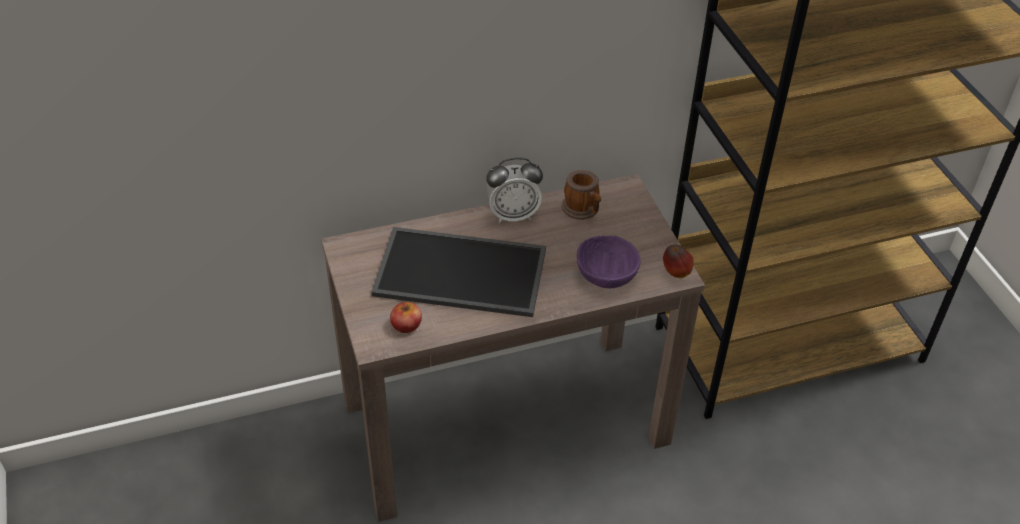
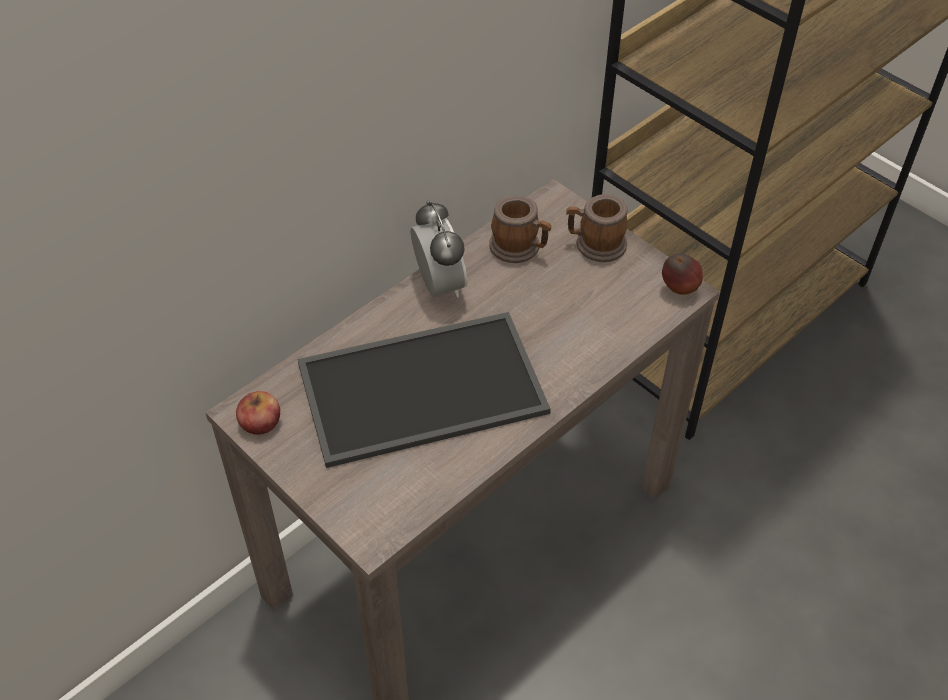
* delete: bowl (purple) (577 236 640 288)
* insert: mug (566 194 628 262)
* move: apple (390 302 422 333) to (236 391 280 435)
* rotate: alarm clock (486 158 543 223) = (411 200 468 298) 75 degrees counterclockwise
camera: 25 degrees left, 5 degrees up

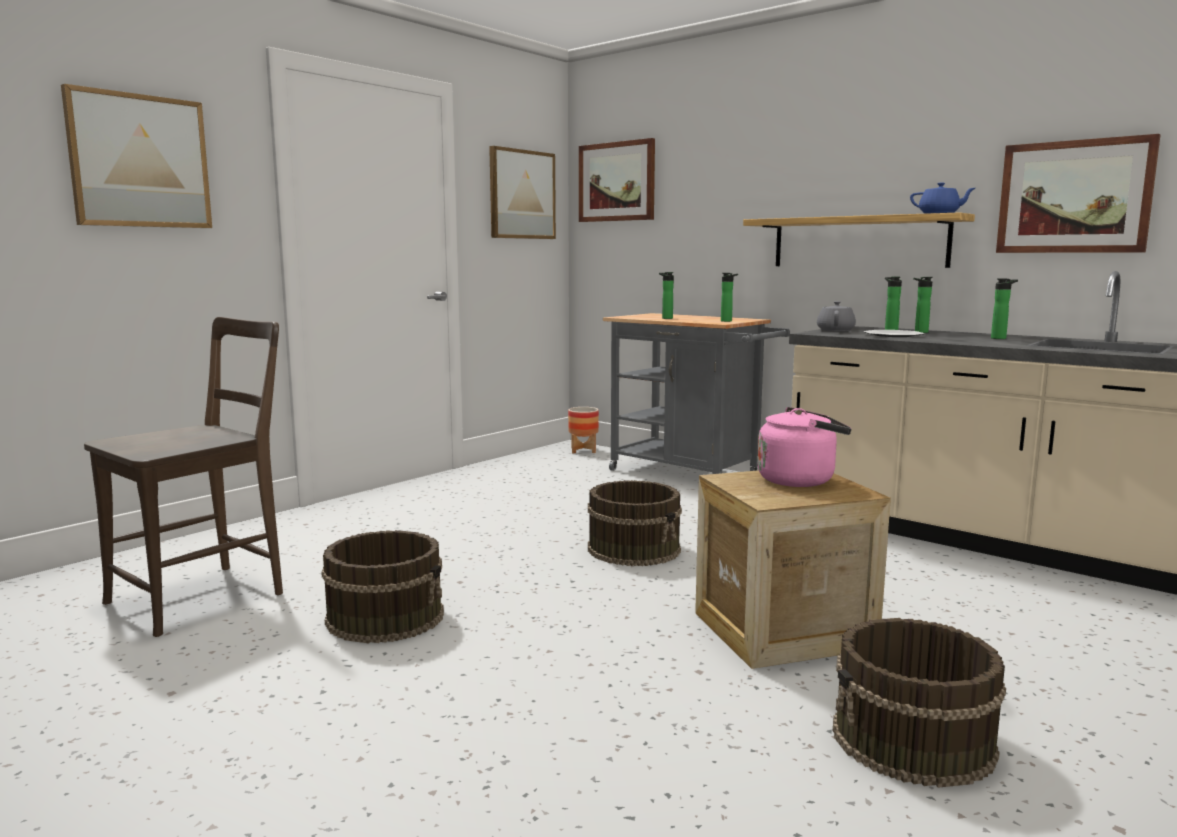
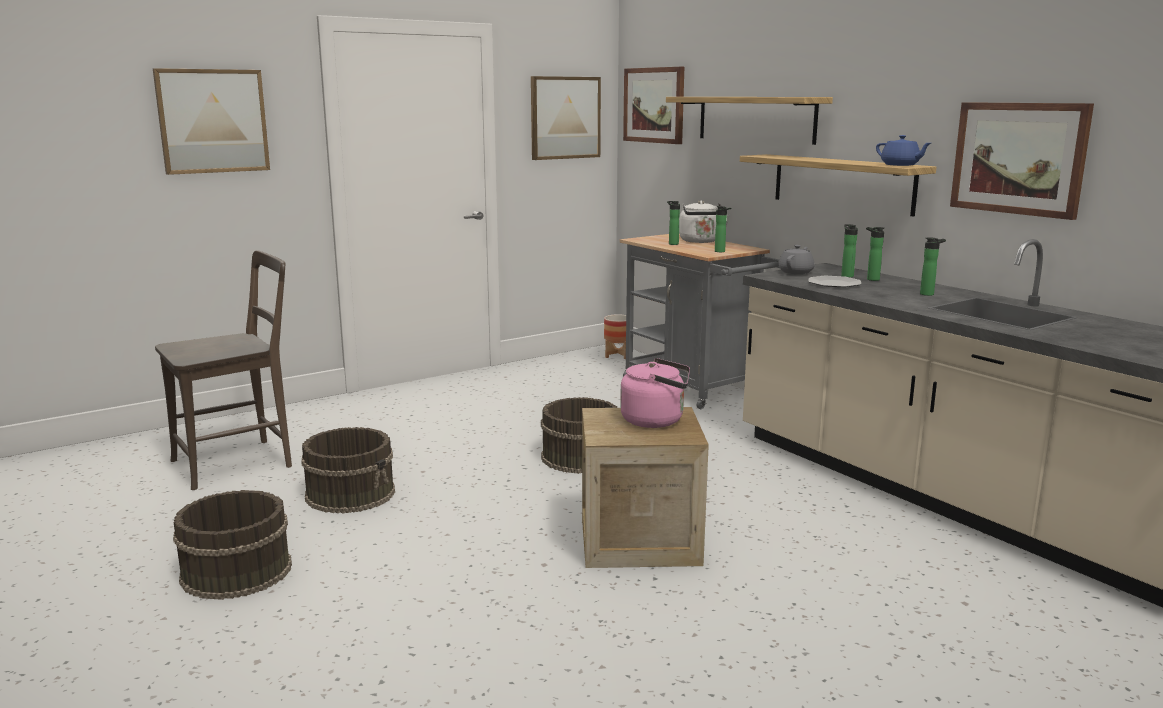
* insert: shelf (666 97 833 145)
* insert: kettle (white) (679 201 730 243)
* move: bucket (brown) (833 618 1006 788) to (173 490 292 600)
camera: 15 degrees right, 5 degrees up

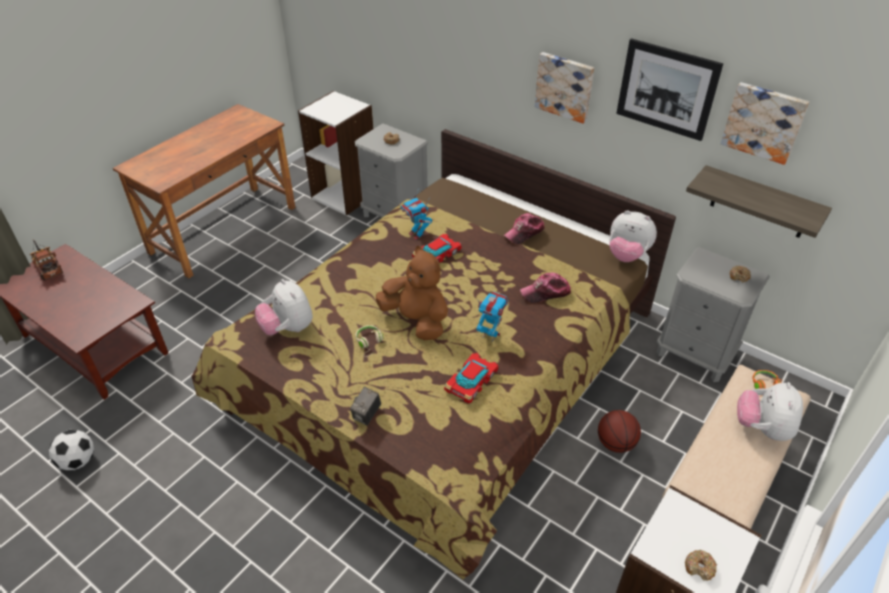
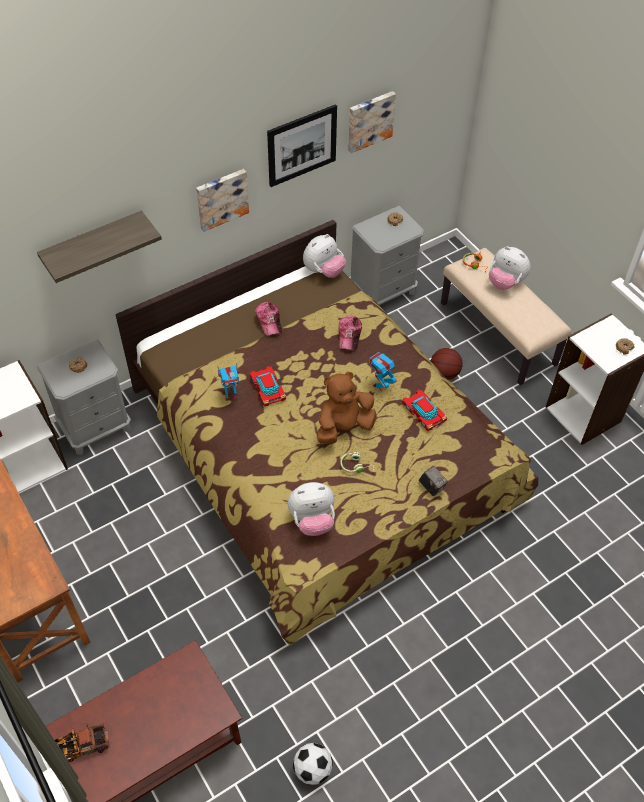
* move: shelf (686 165 832 238) to (37 210 162 283)
camera: 70 degrees left, 10 degrees up

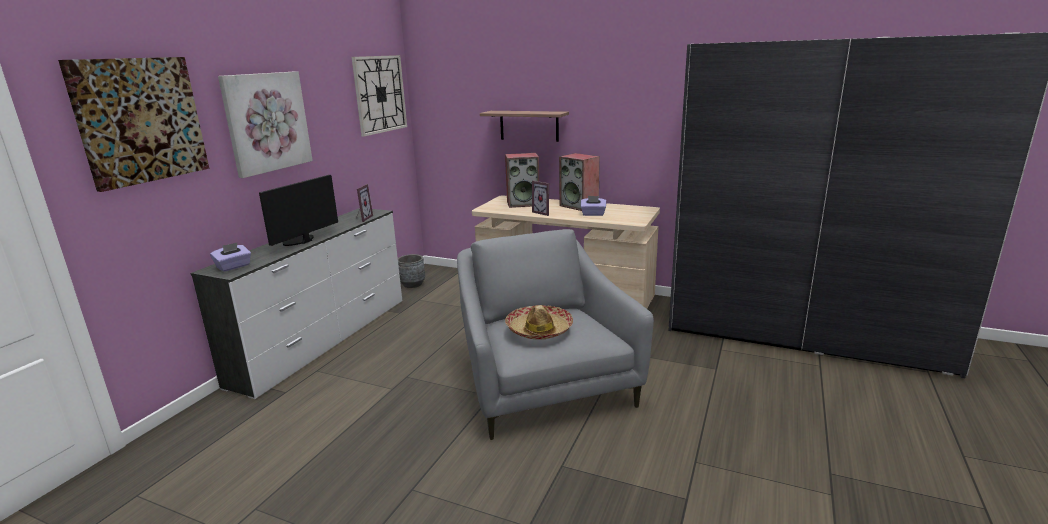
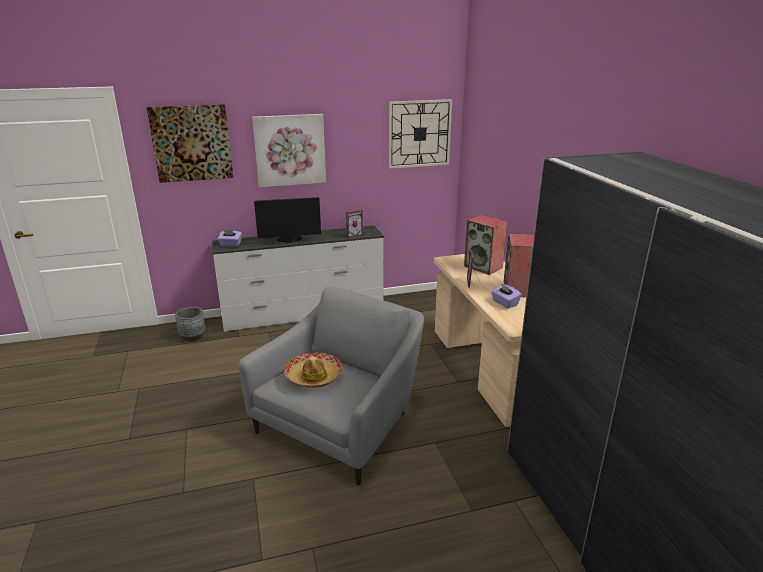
* delete: shelf (480 111 569 142)
* move: planter (grey) (398 254 425 288) to (175 307 206 341)
camera: 50 degrees right, 5 degrees up

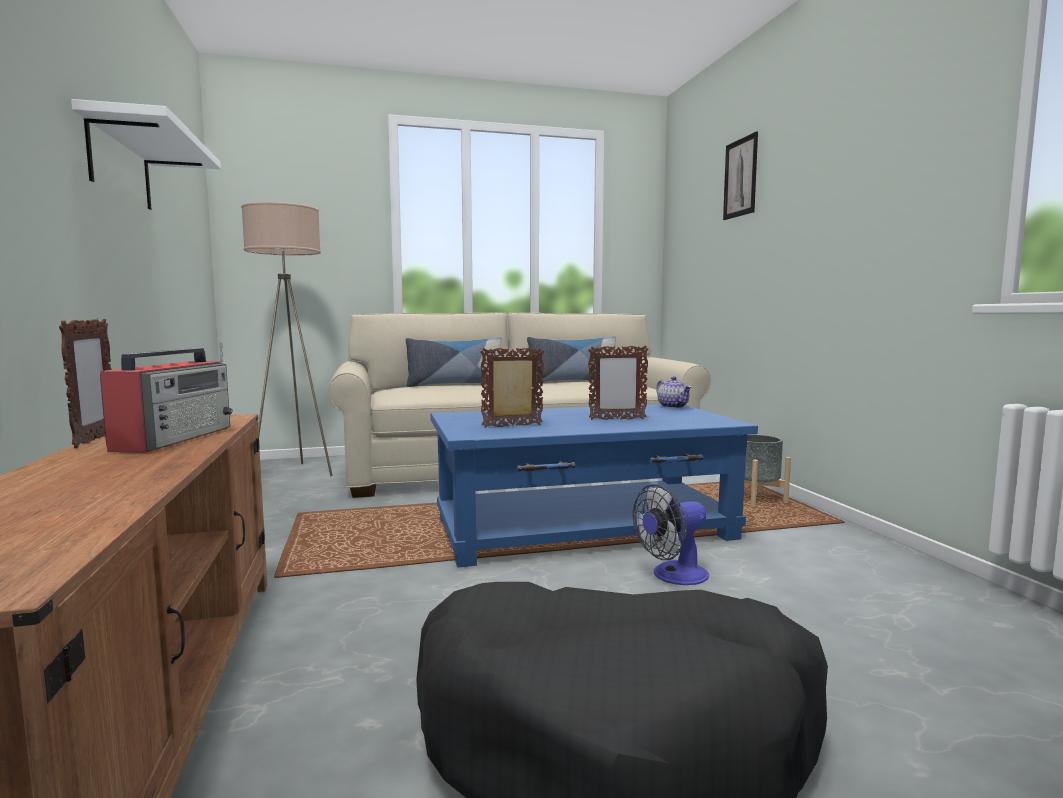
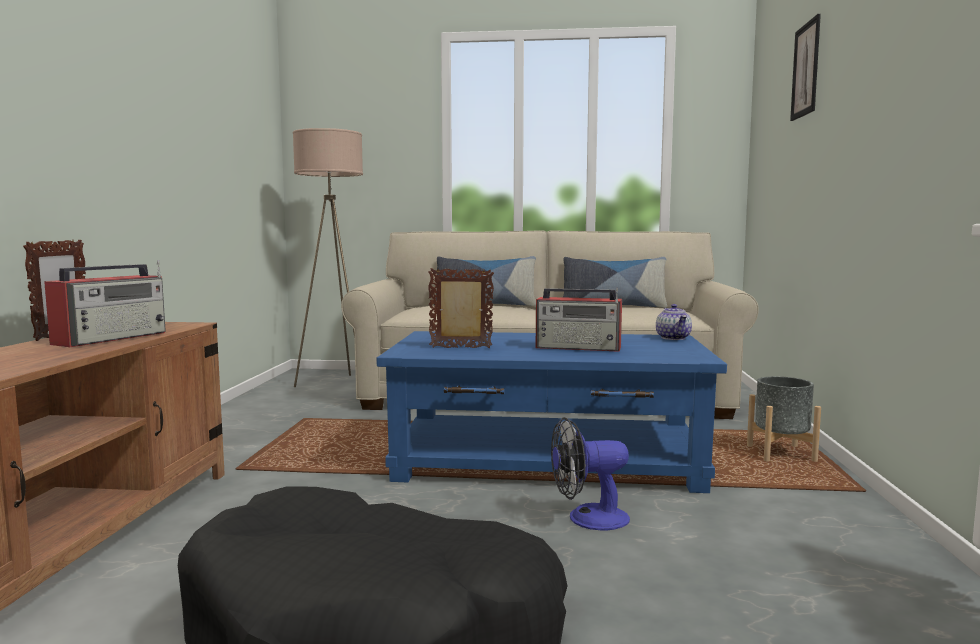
* delete: shelf (white) (71 99 221 210)
* replace: picture frame (588 345 648 420) to radio (536 287 622 352)
camera: 20 degrees right, 0 degrees up

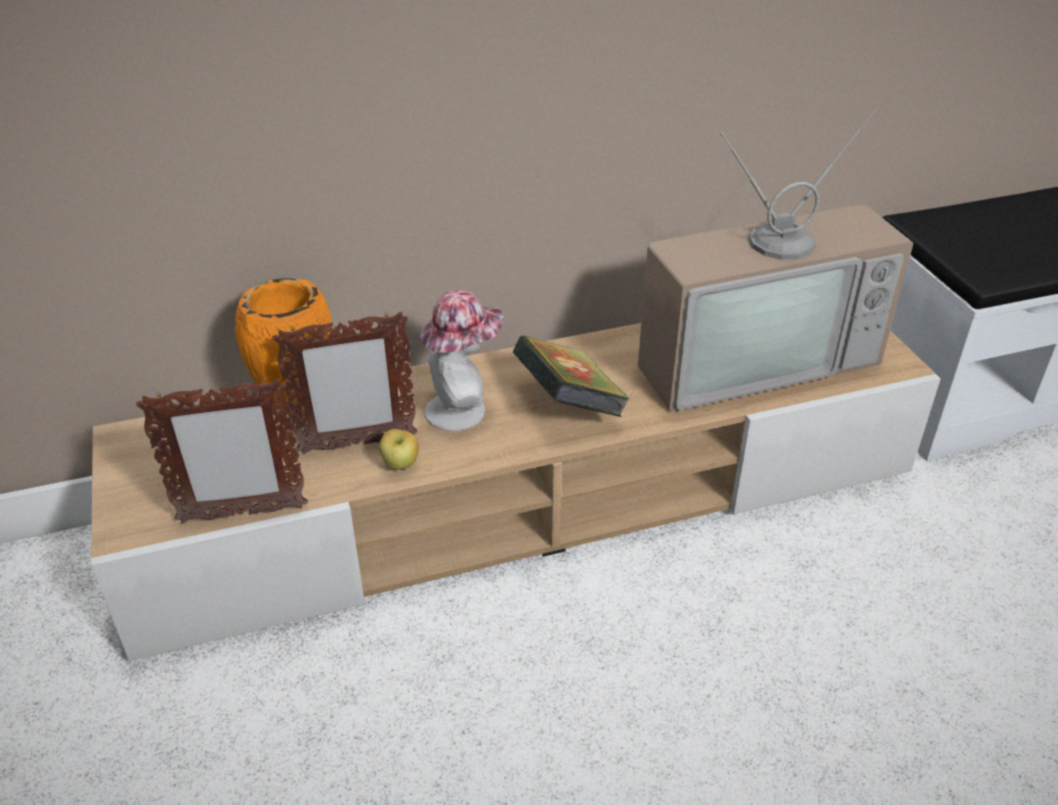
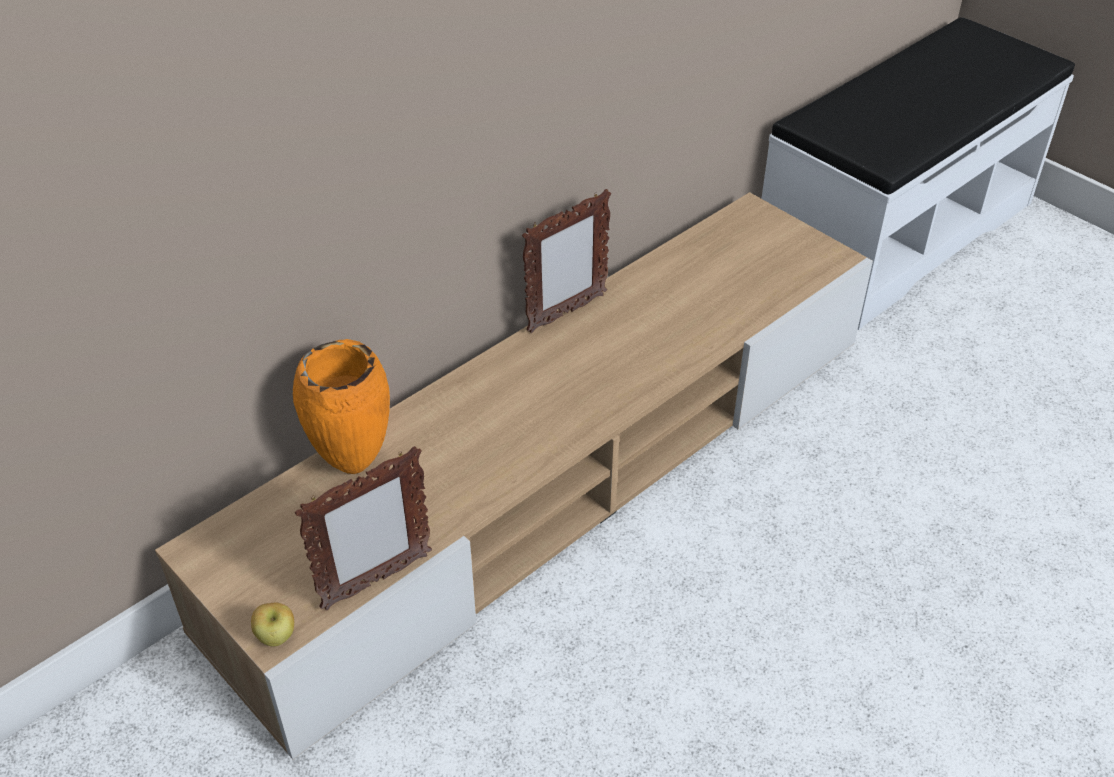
* delete: hat (420 290 504 431)
* delete: book (513 335 630 417)
* delete: television (638 108 914 412)
* move: picture frame (272 312 417 454) to (522 189 611 333)
* move: apple (379 429 419 470) to (251 603 294 647)
camera: 25 degrees left, 5 degrees up

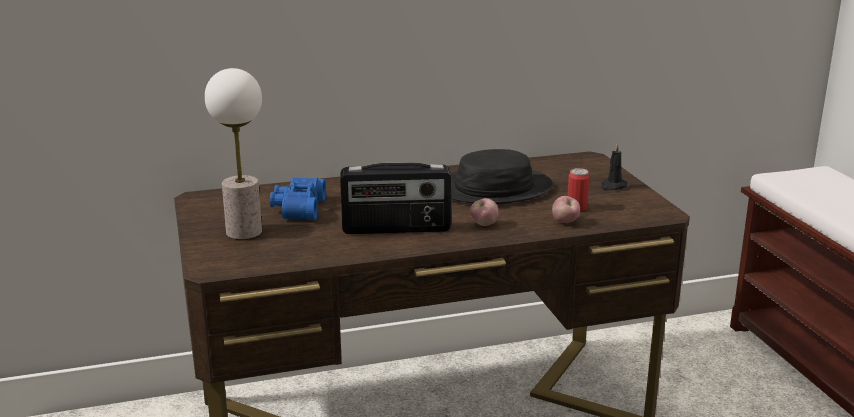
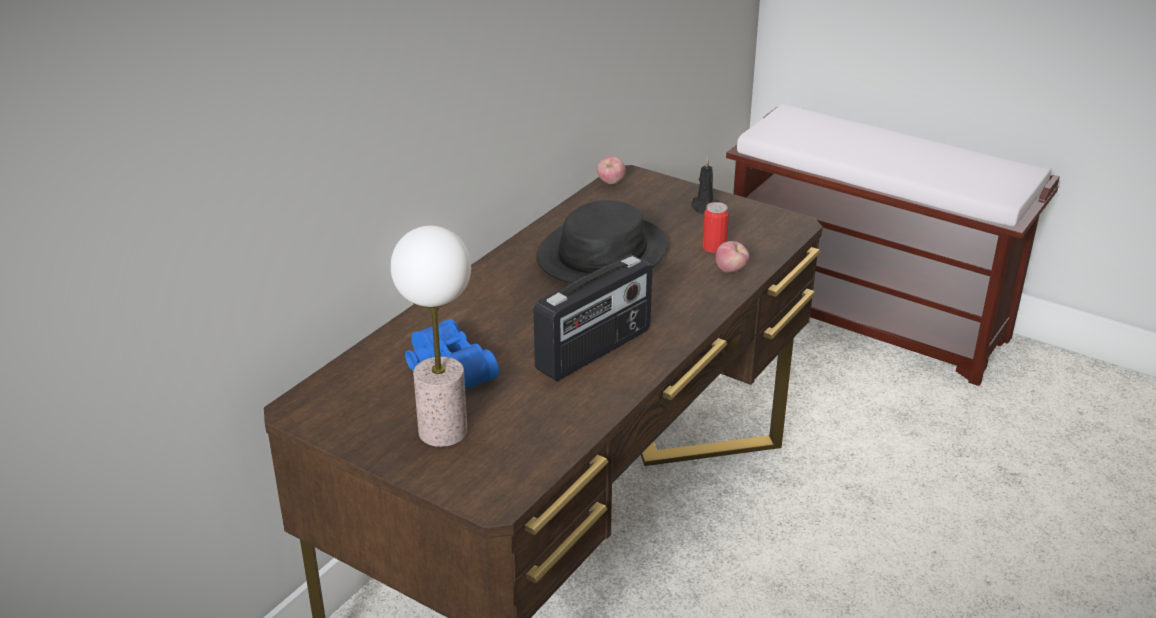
* move: apple (470 198 499 226) to (597 156 626 185)
camera: 40 degrees left, 10 degrees up

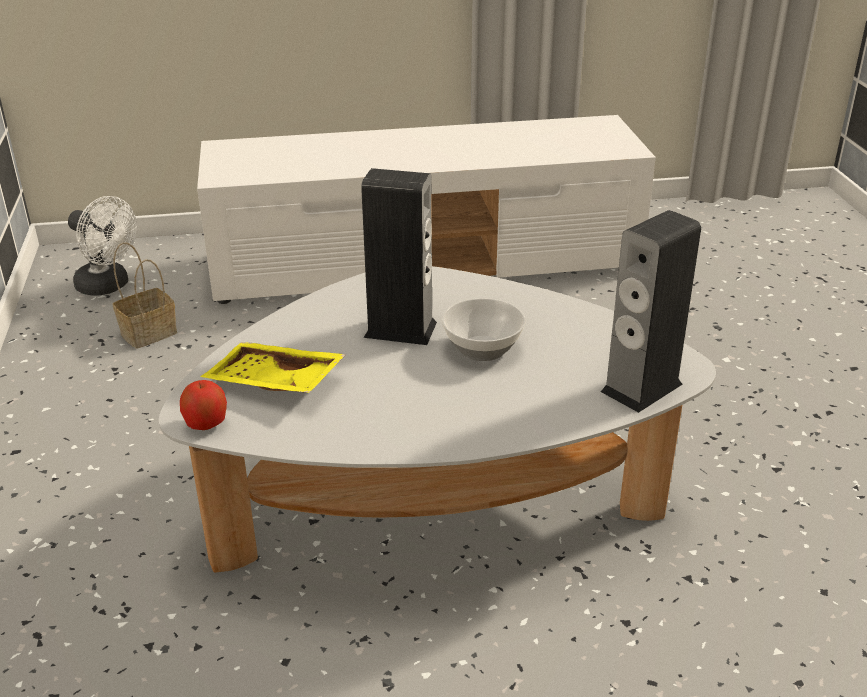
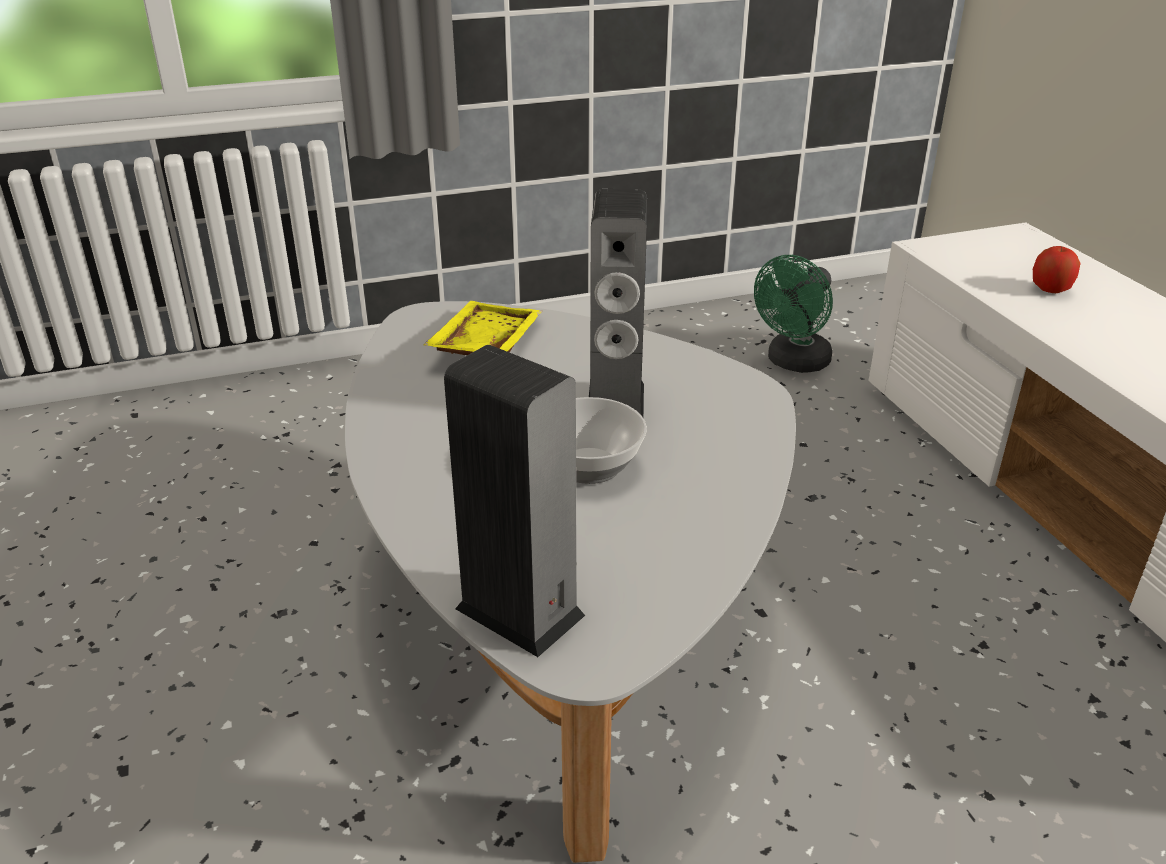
* delete: fan (white) (68 196 137 296)
* move: apple (180 380 227 430) to (1033 246 1081 293)
* replace: basket (112 242 177 349) to fan (green) (754 255 833 373)
camera: 80 degrees right, 0 degrees up

